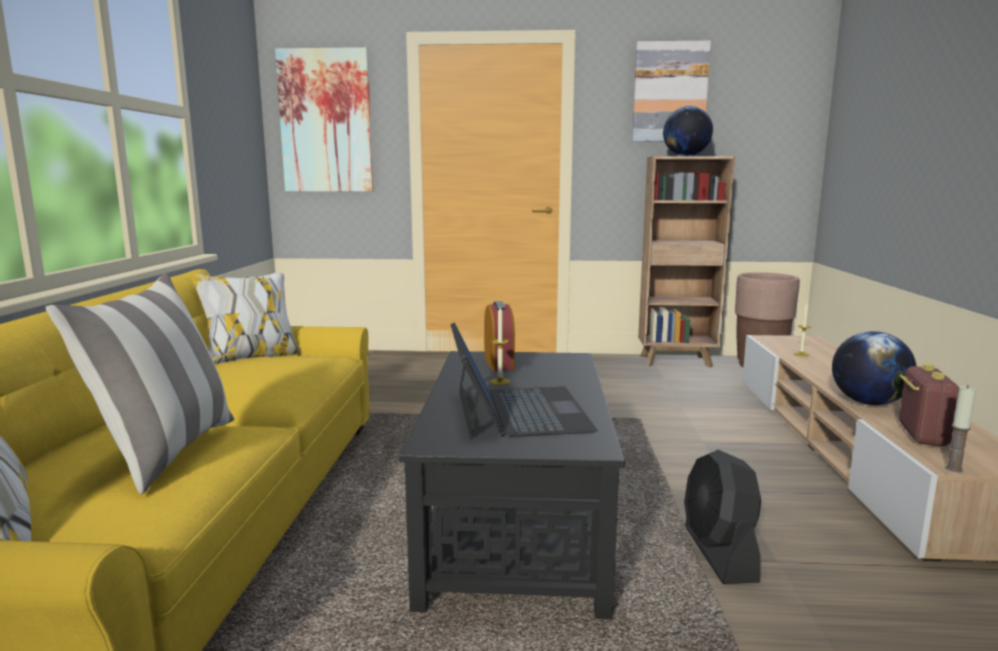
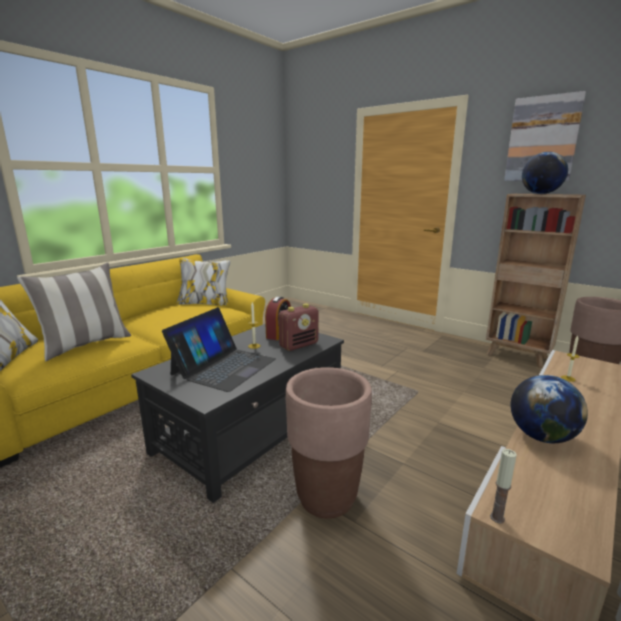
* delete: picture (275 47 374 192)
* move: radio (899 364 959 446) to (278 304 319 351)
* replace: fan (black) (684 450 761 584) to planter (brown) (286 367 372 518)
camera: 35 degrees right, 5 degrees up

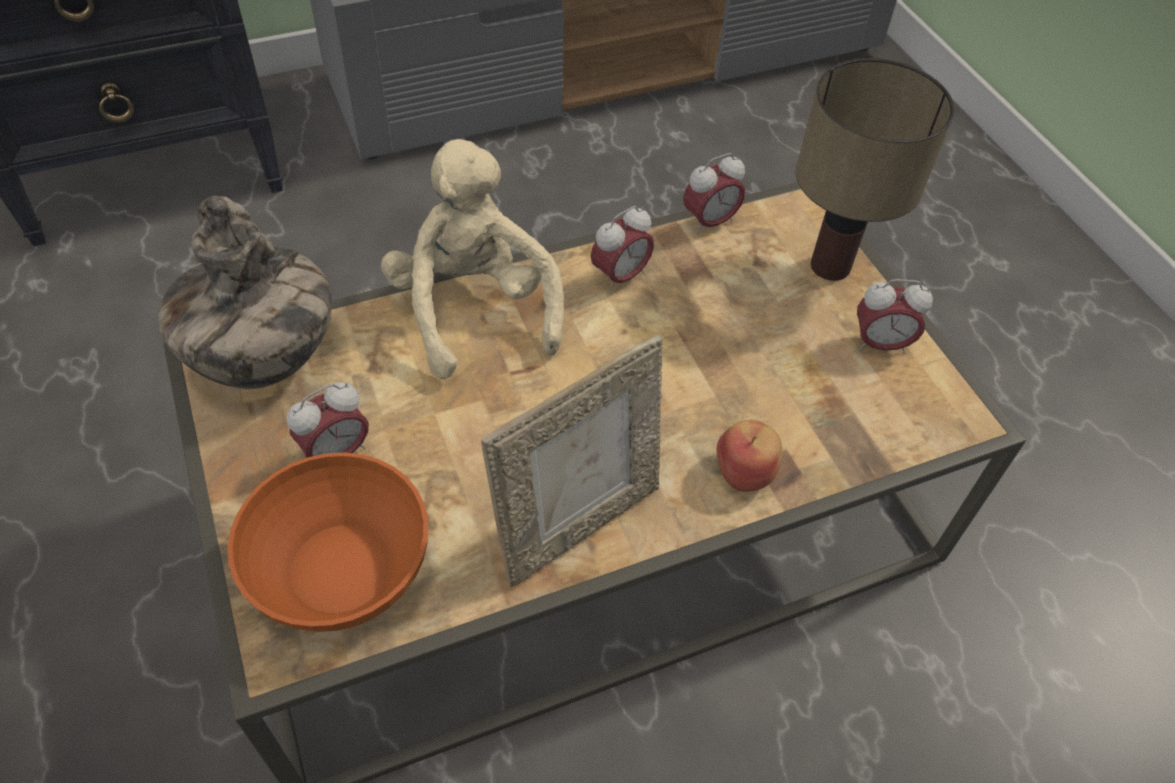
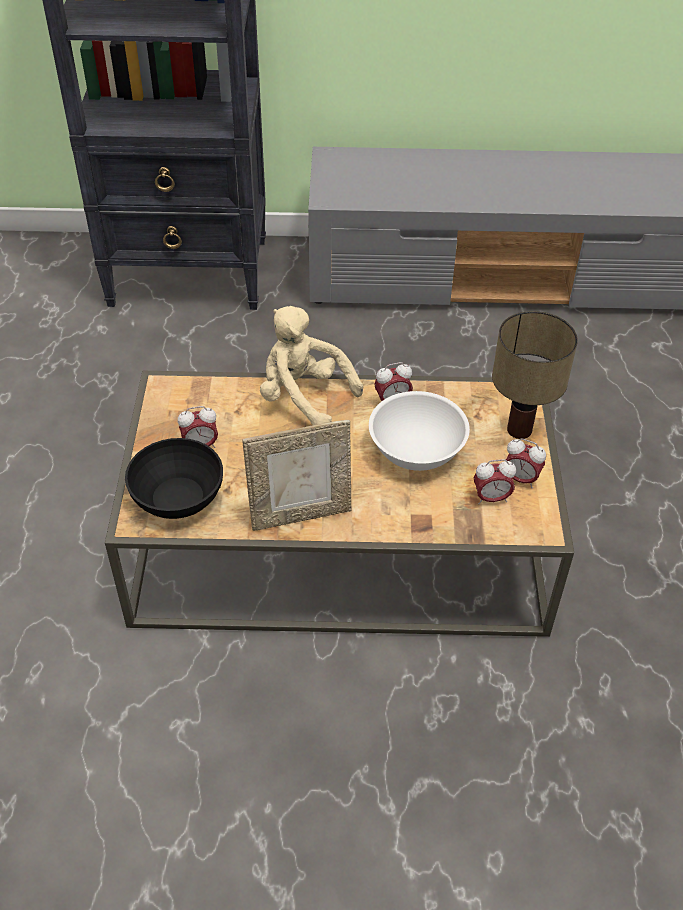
* delete: vase (158 195 332 389)
* delete: apple (716 420 783 492)
* insert: bowl (white) (369 391 470 471)
* move: alarm clock (683 153 745 235) to (474 459 516 505)
* recolor: bowl (orange) (227 453 428 632) to bowl (black) (125 438 223 519)
* rotate: plush toy (beige) (381 139 564 379) = (260 306 363 425) 60 degrees counterclockwise
camera: 25 degrees right, 5 degrees down

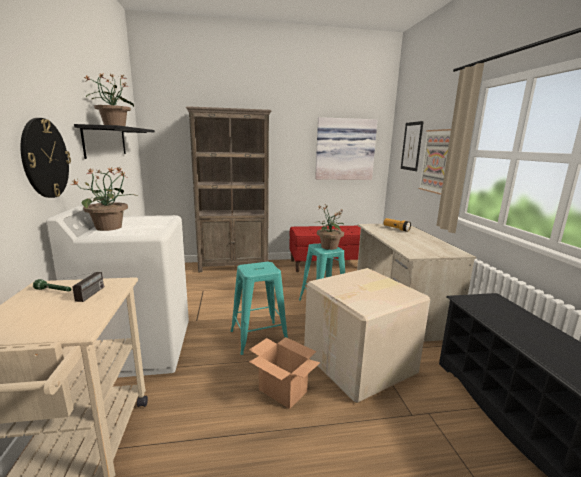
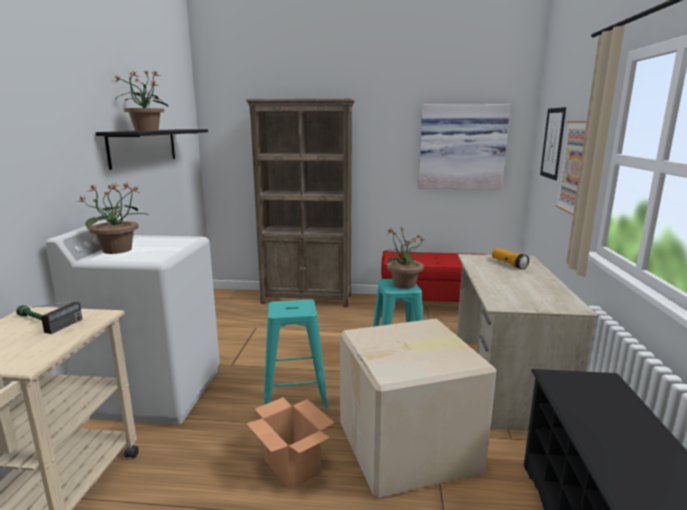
* delete: wall clock (20 118 71 198)
camera: 15 degrees right, 0 degrees up

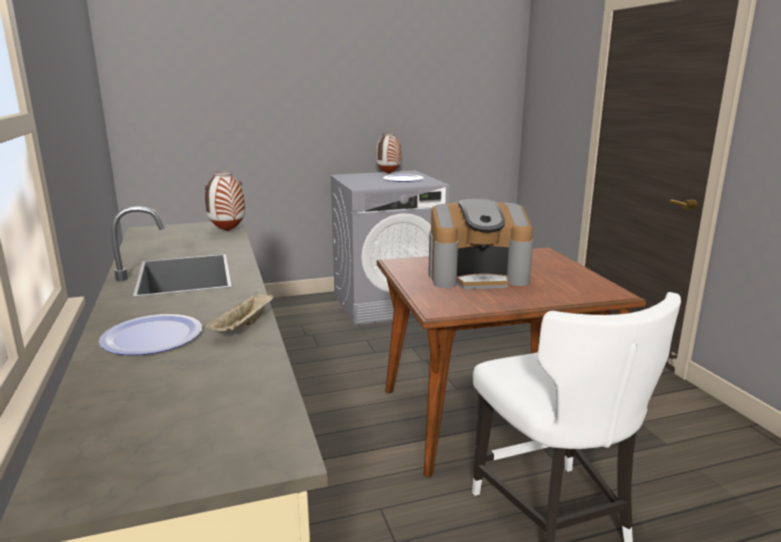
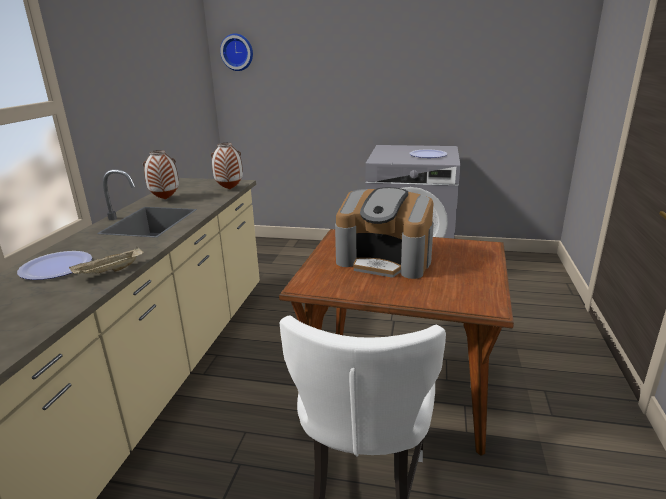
* insert: wall clock (220 33 253 71)
* move: vase (376 133 401 174) to (143 150 179 199)
camera: 30 degrees right, 5 degrees up

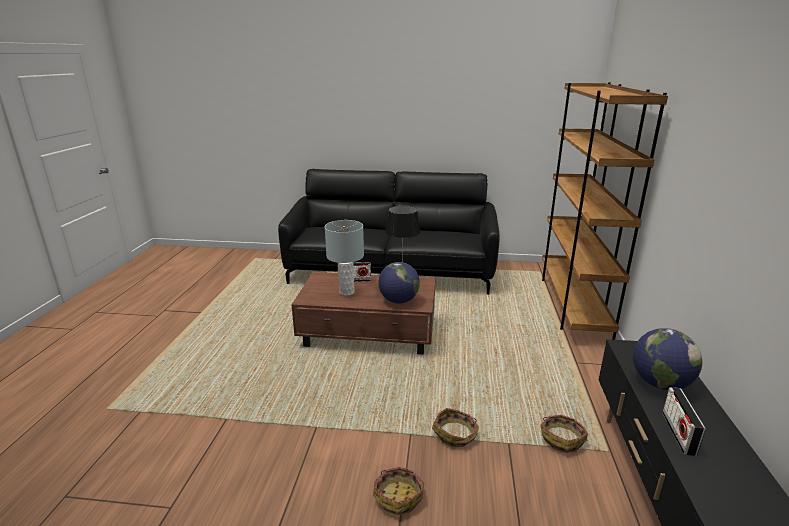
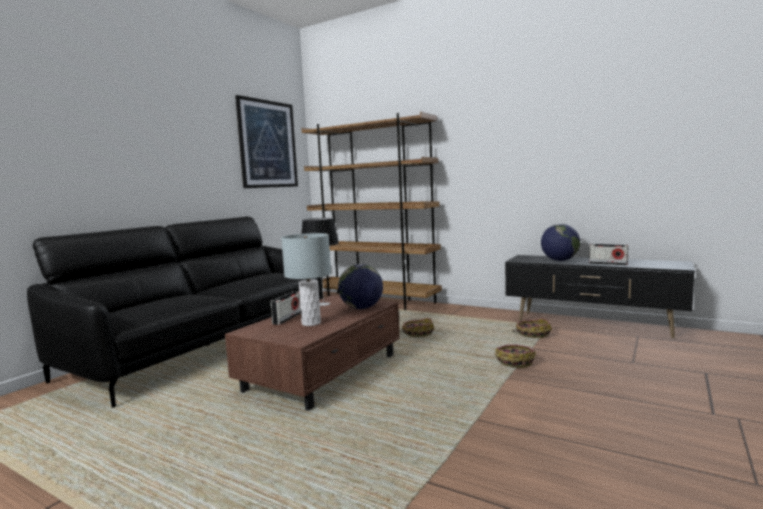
* insert: picture (235 95 298 188)
* move: basket (373 467 424 515) to (399 318 435 337)
camera: 65 degrees left, 15 degrees down

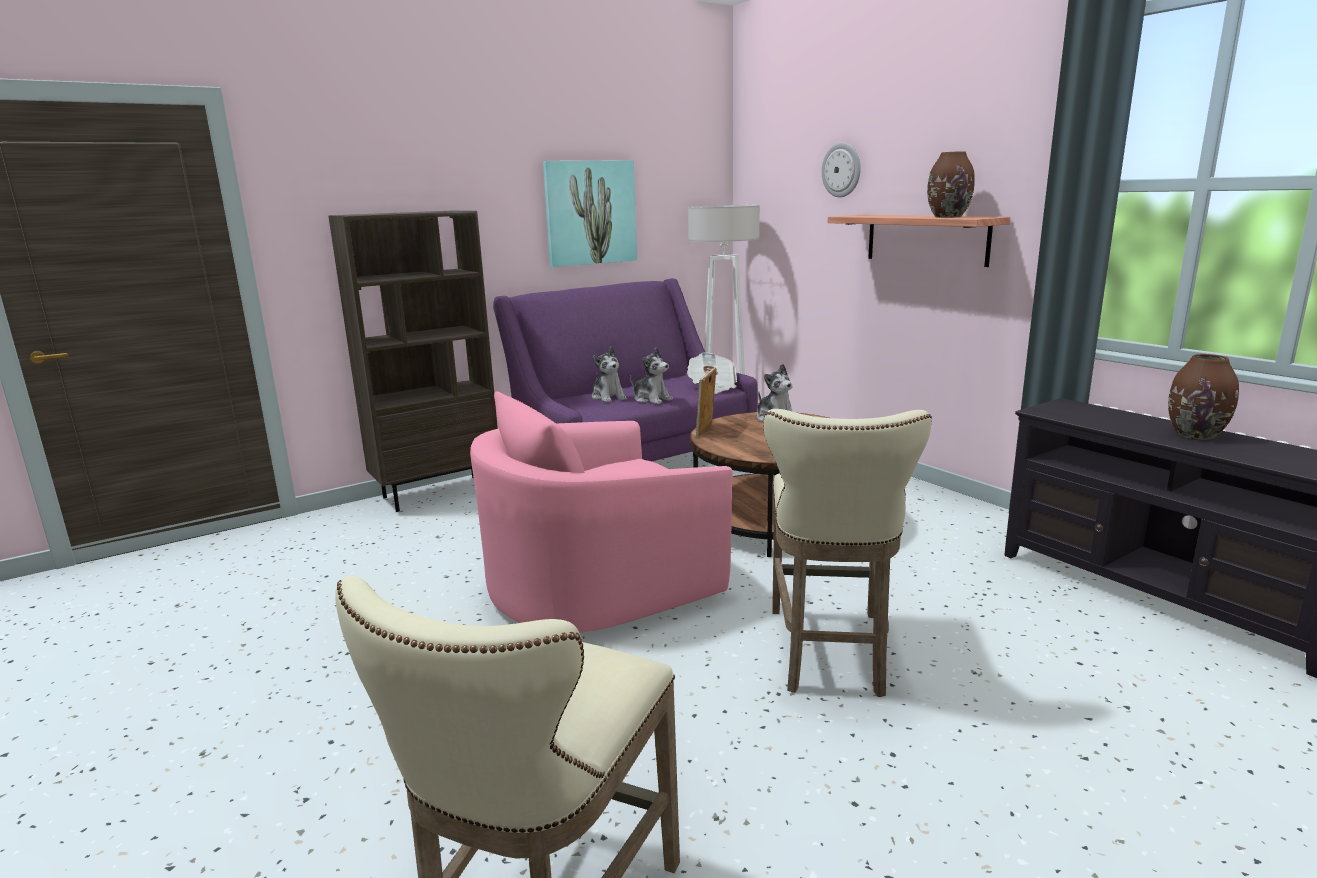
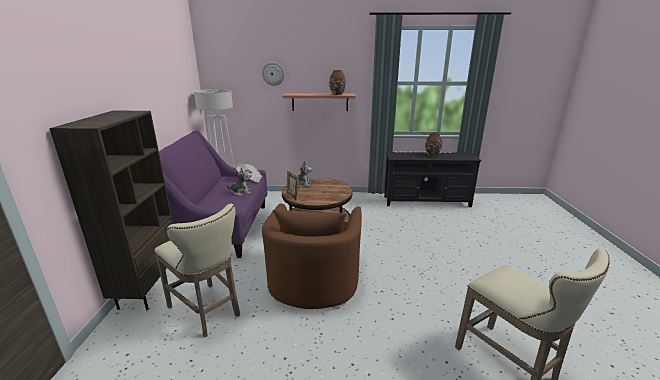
* delete: picture (543 160 637 267)
* delete: plush toy (592 347 627 403)
* move: stool (beige) (763 409 932 697) to (154 204 240 337)
* recolor: armchair (pink) (470 391 733 633) to armchair (brown) (262 203 362 309)
camera: 55 degrees left, 5 degrees up

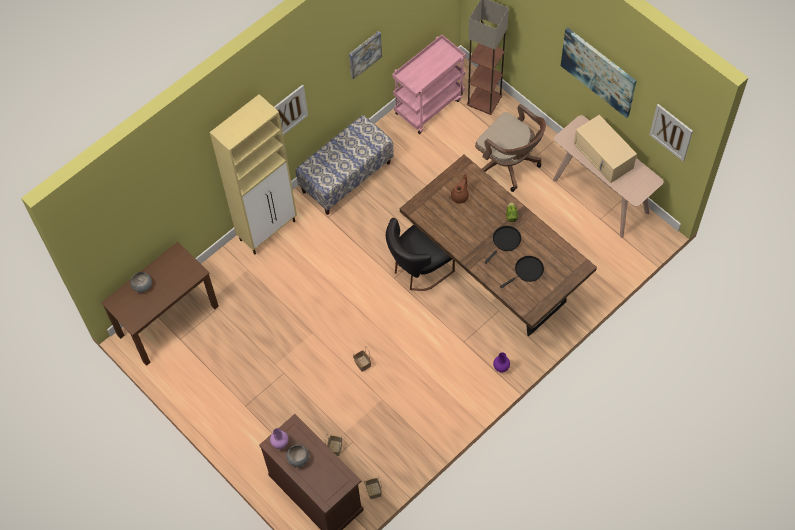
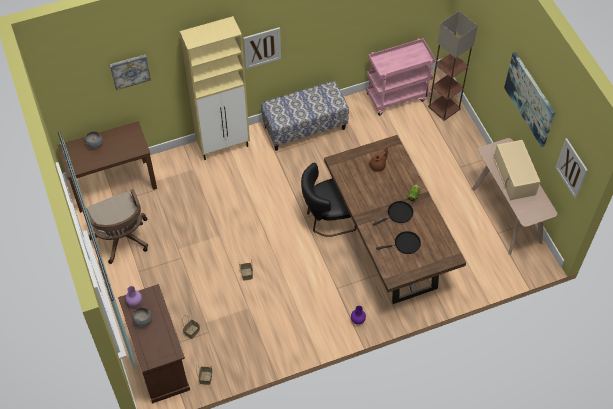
* move: picture (349 31 382 79) to (110 54 151 90)
* move: office chair (brown) (475 104 546 192) to (86 189 148 264)
camera: 20 degrees right, 5 degrees down

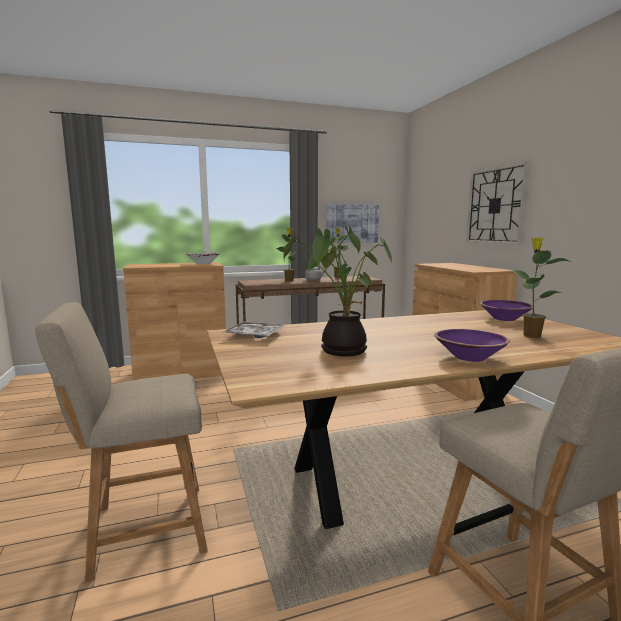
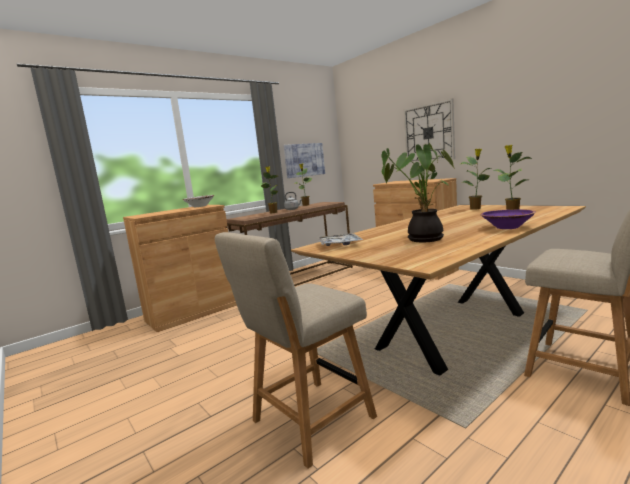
* replace: bowl (purple) (480 300 533 321) to potted plant (459 149 492 210)
camera: 20 degrees left, 0 degrees up

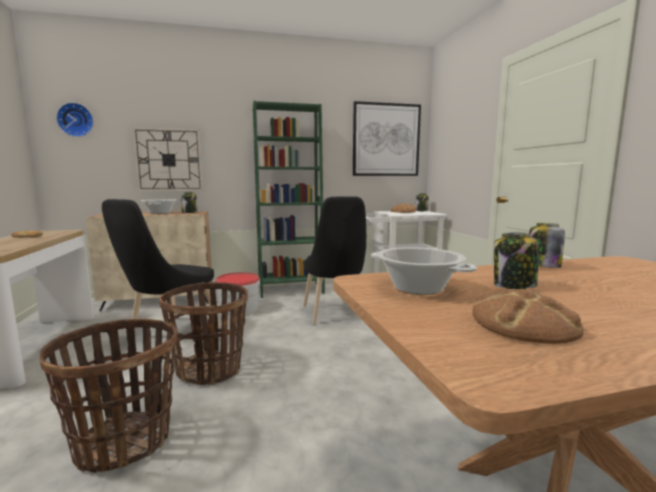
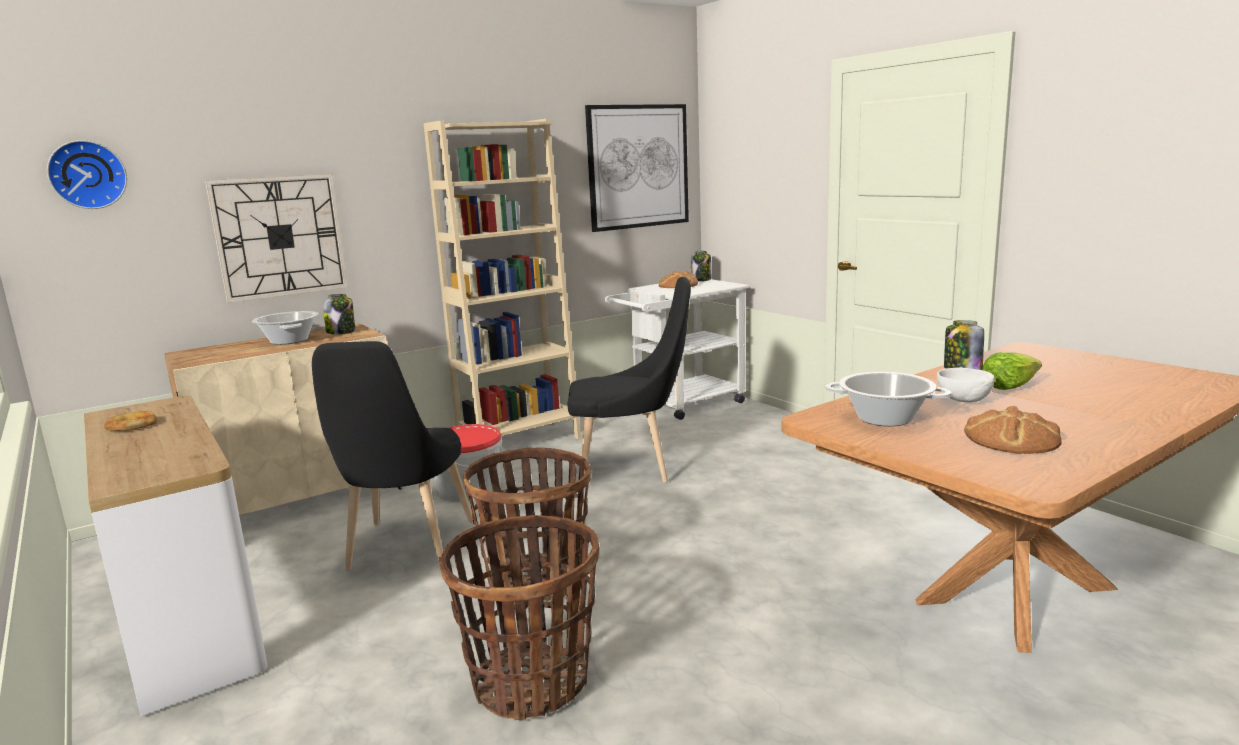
* insert: lettuce (982 352 1042 390)
* replace: jar (494 232 538 289) to bowl (white) (937 368 995 402)
* recolor: bookcase (green) (253 101 325 298) to bookcase (beige) (424 119 581 439)
* rotate: chair (black) (303 196 366 324) = (568 277 691 483) 60 degrees counterclockwise
camera: 20 degrees left, 5 degrees up

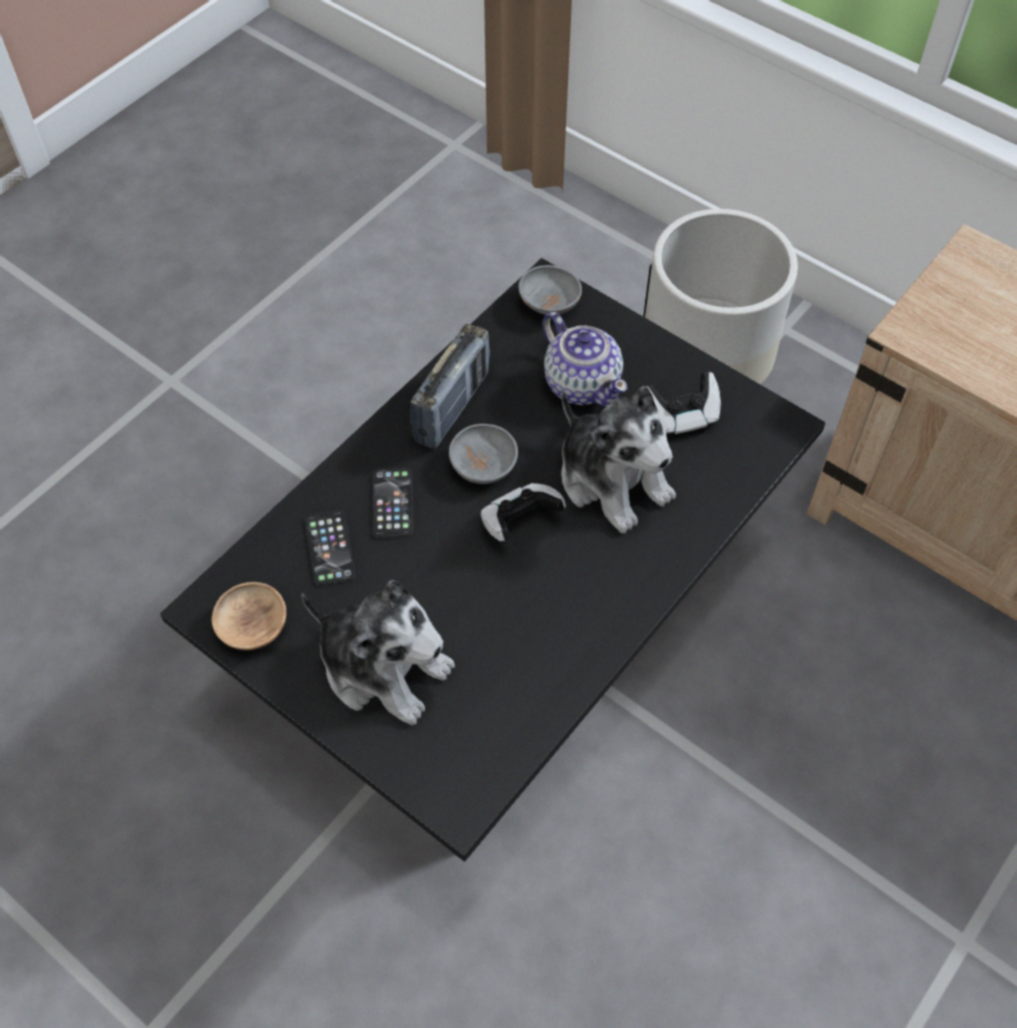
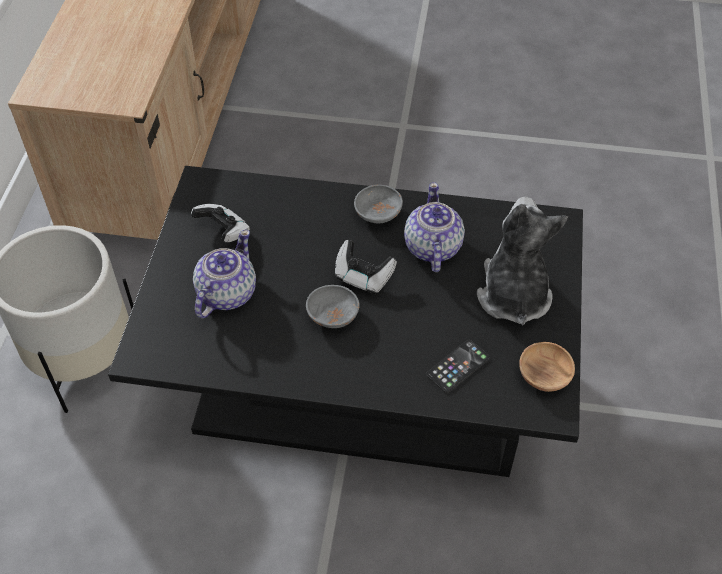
* delete: phone (373 468 413 538)
* delete: radio (410 324 490 449)
* delete: plush toy (561 386 676 534)
* insert: teapot (404 182 465 272)
* move: bowl (grey) (519 265 582 315) to (354 185 403 223)
camera: 120 degrees left, 5 degrees down

